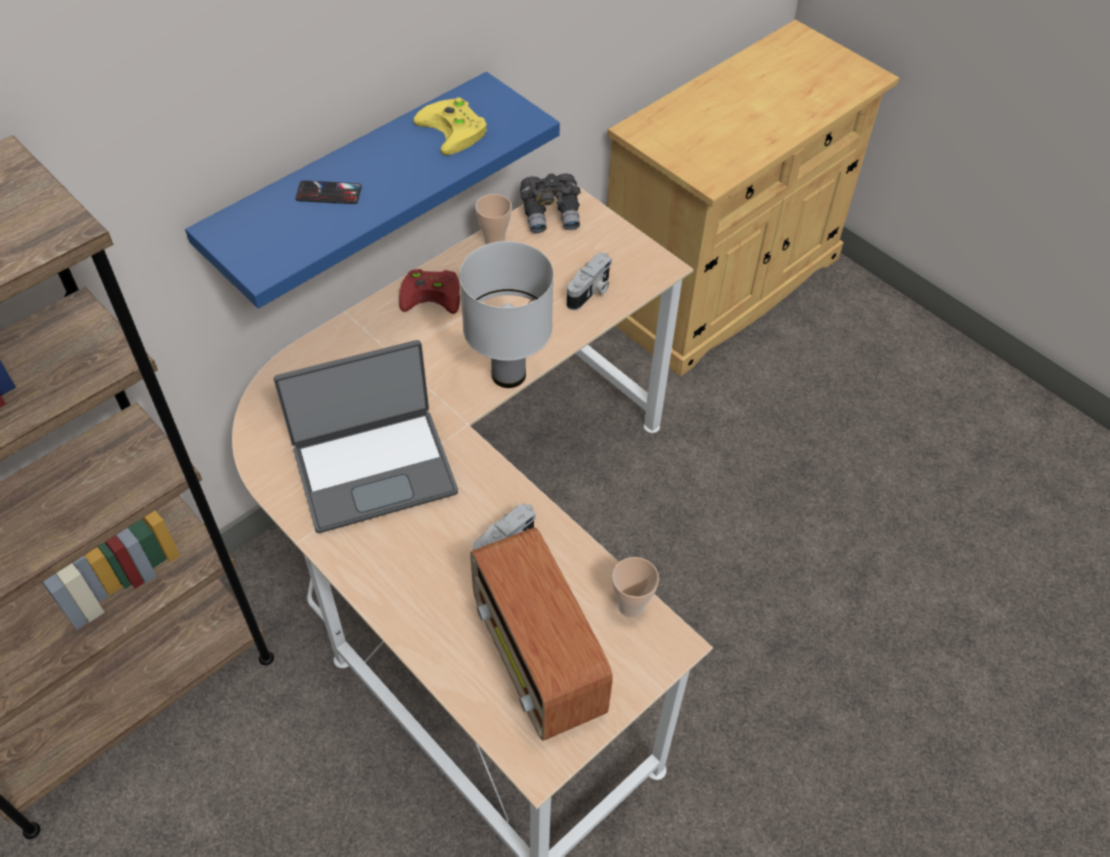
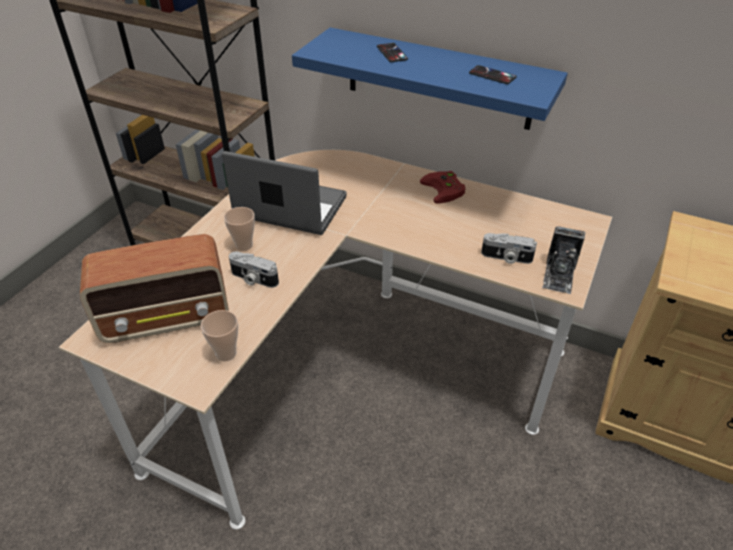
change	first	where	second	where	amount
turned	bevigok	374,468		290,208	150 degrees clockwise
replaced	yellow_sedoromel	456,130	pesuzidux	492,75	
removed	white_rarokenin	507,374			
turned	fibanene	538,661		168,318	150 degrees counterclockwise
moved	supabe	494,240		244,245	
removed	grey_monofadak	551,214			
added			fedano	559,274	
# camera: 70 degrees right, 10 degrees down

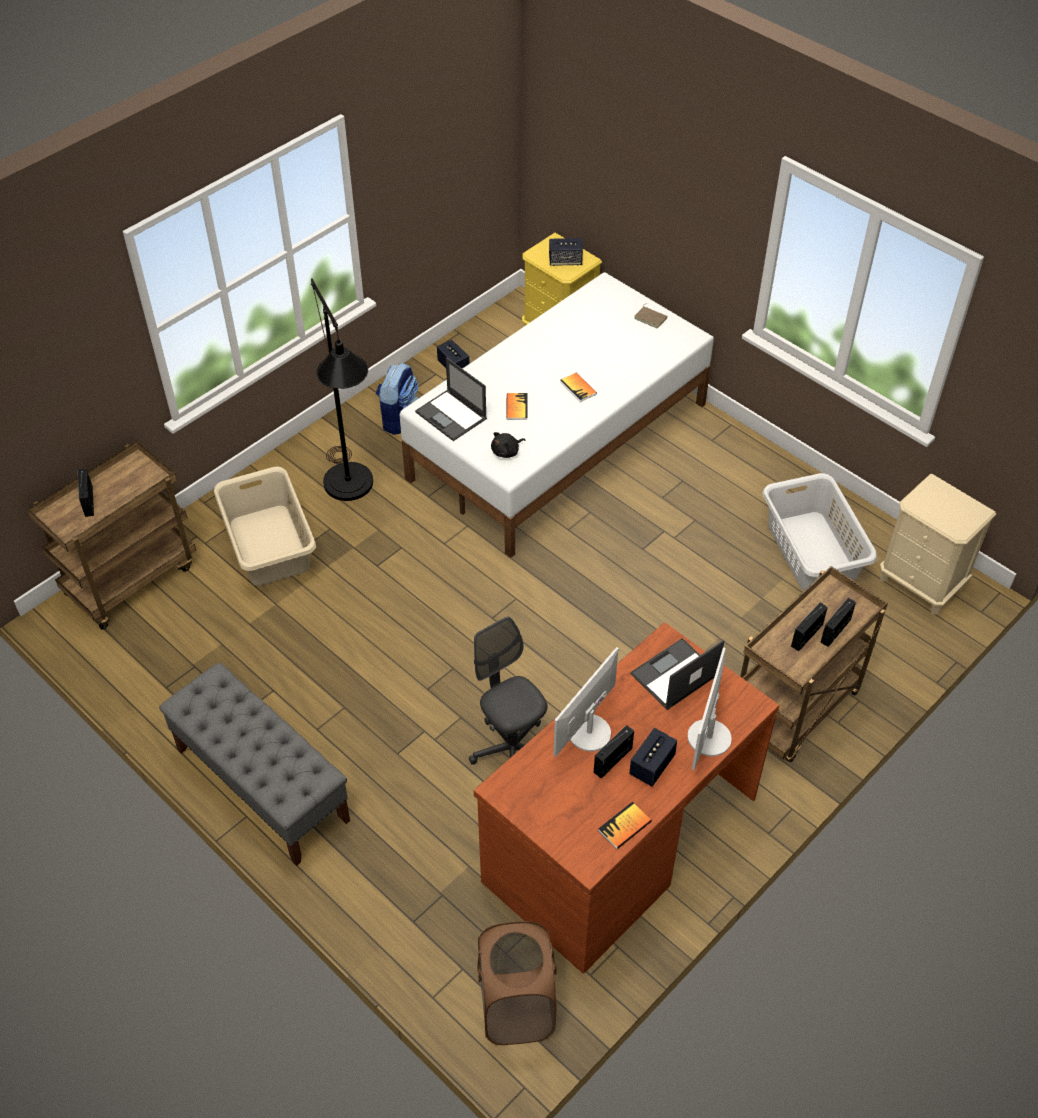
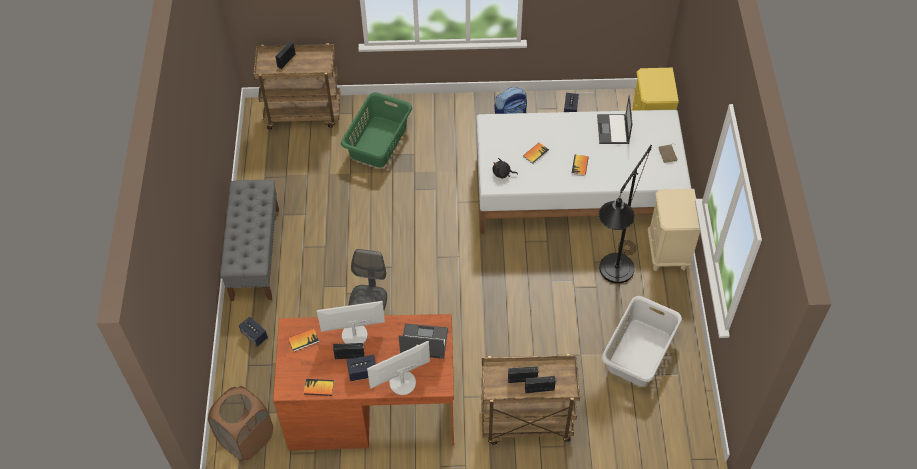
change	first	where	second	where	amount
recoloured	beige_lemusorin	269,545	green_lemusorin	378,142	
moved	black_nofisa	351,493		612,276	
moved	bevigok	452,416		613,130	
moved	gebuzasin	565,261		254,336	
moved	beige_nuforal	921,583		667,252	
added			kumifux	303,340	
# camera: 45 degrees right, 5 degrees up

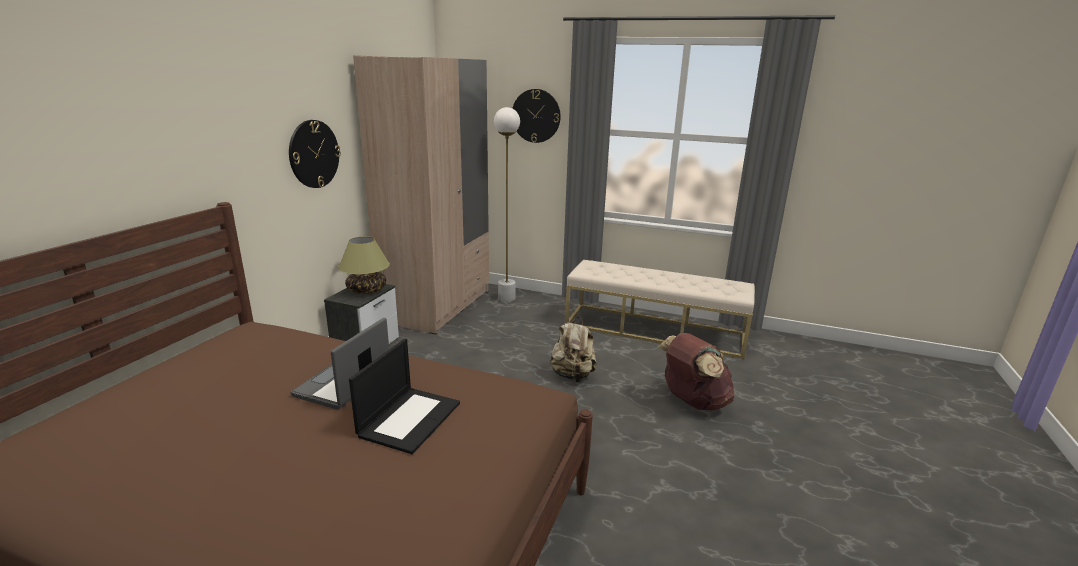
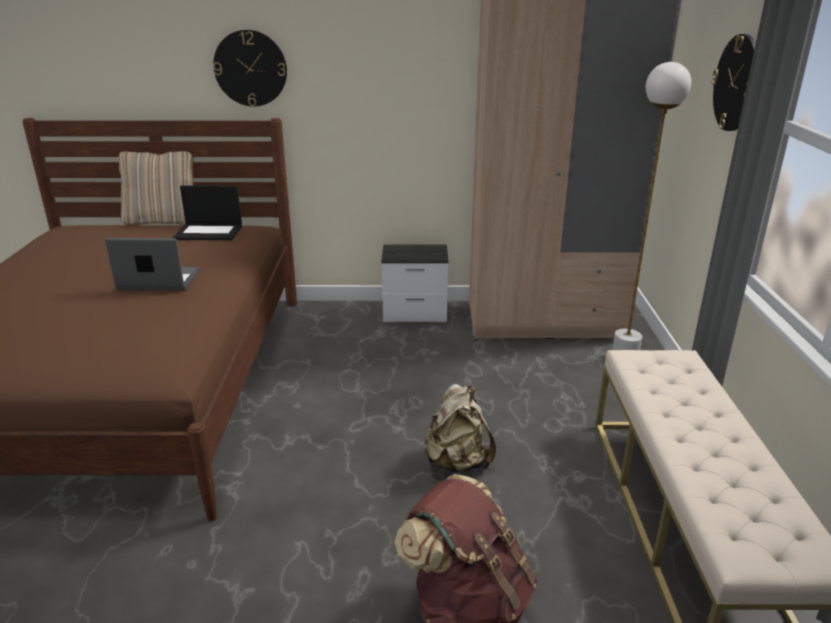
change	first	where	second	where	amount
moved	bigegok	314,154		250,68	
removed	rarokenin	367,290			
moved	bevigok	409,418		209,232	
added			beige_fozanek	163,221	
# camera: 70 degrees right, 5 degrees up

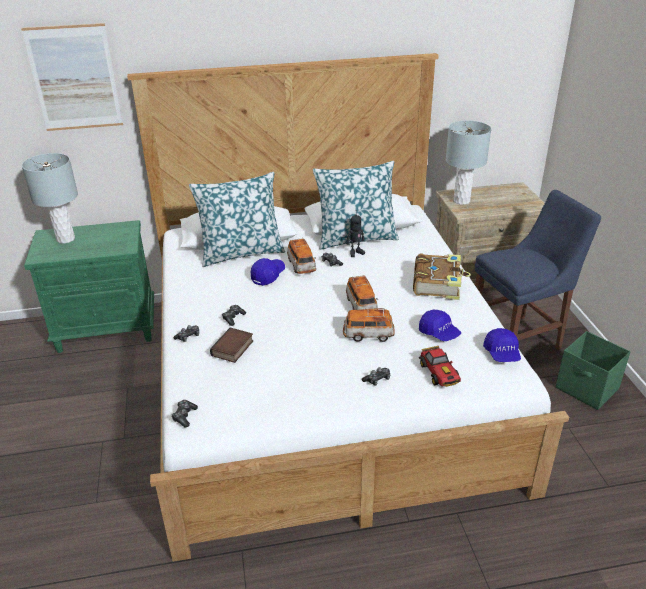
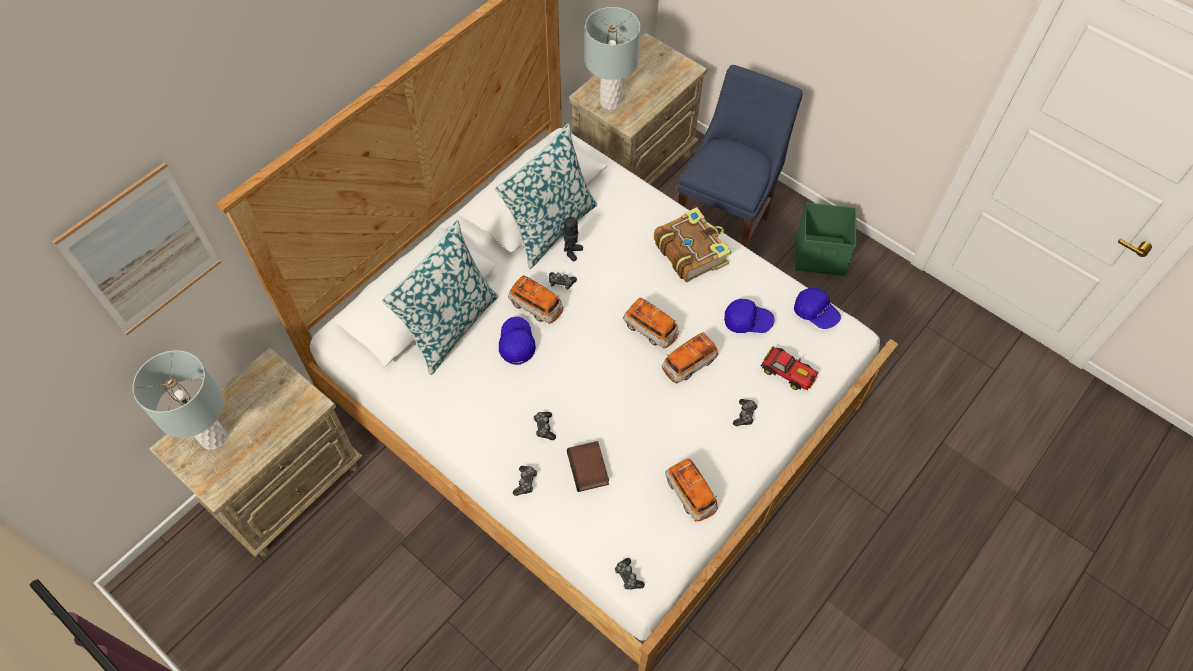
change	first	where	second	where	amount
recoloured	green_nuforal	107,329	beige_nuforal	287,484	
added			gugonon	690,494	
# camera: 40 degrees left, 25 degrees up

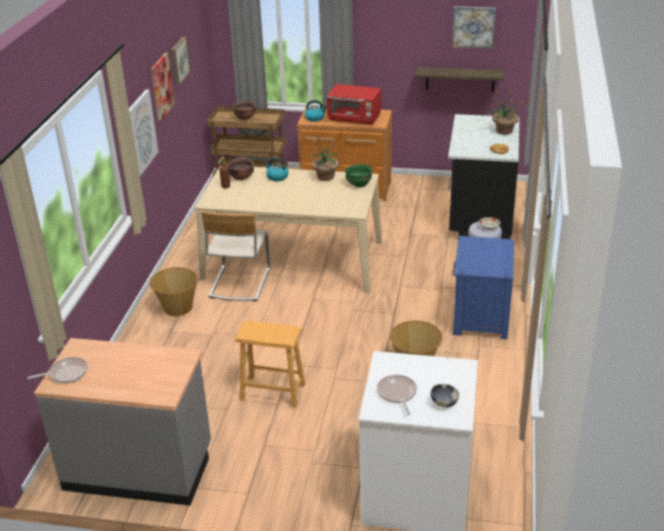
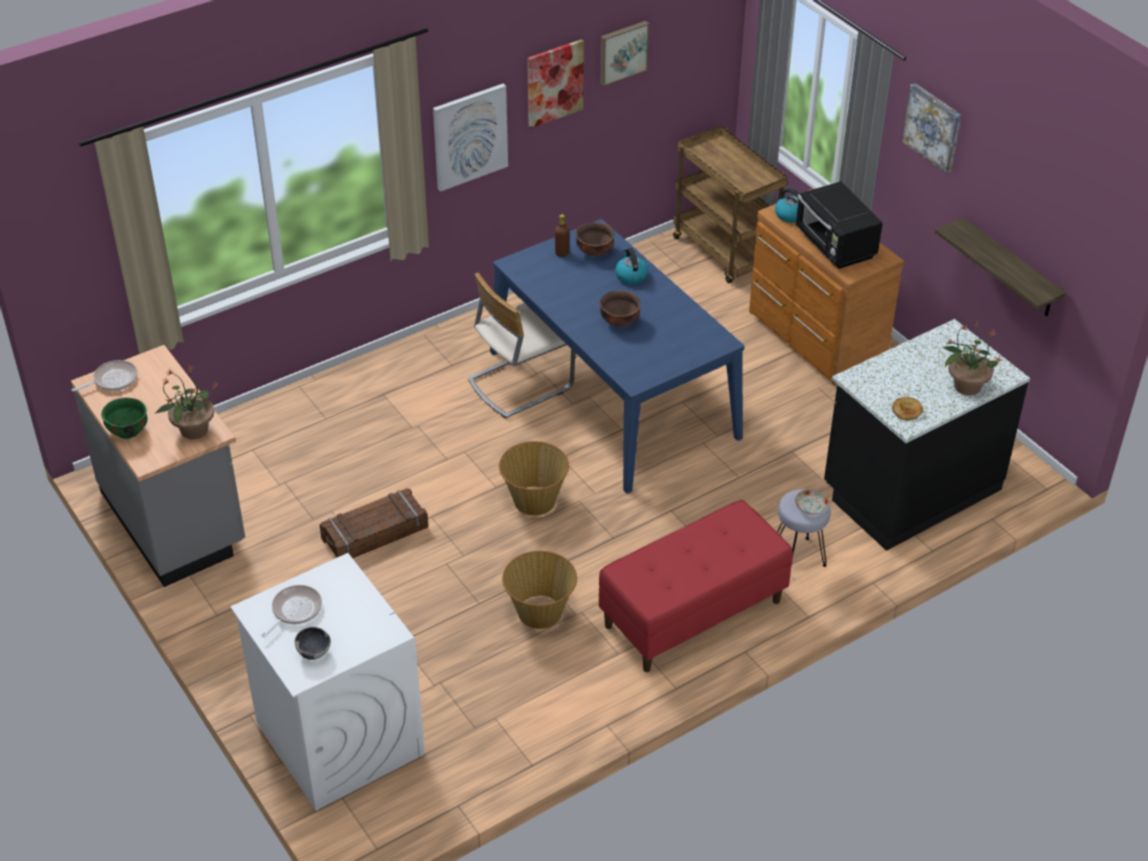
change	first	where	second	where	amount
turned	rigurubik	66,373		113,380	60 degrees counterclockwise
moved	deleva	177,307		534,500	
recoloured	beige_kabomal	293,260	blue_kabomal	613,394	
moved	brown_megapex	245,118		619,321	
replaced	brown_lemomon	272,391	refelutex	374,533	
moved	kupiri	325,177		193,430	
recoloured	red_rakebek	355,119	black_rakebek	835,246	
moved	green_megapex	359,184		127,431	
moved	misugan	473,27		933,127	
replaced	blue_nuforal	480,317	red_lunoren	693,614	
# camera: 45 degrees right, 10 degrees up

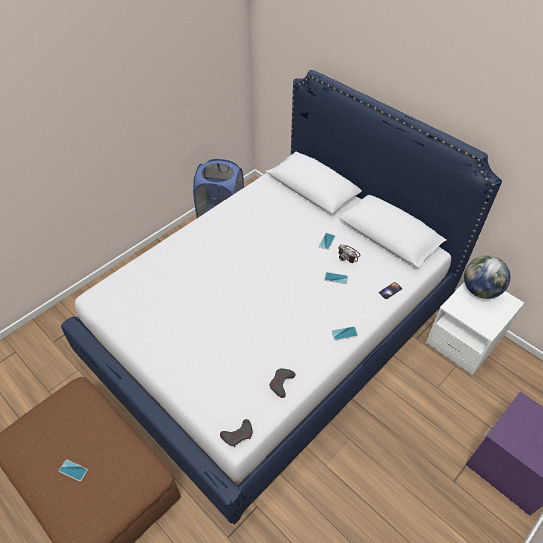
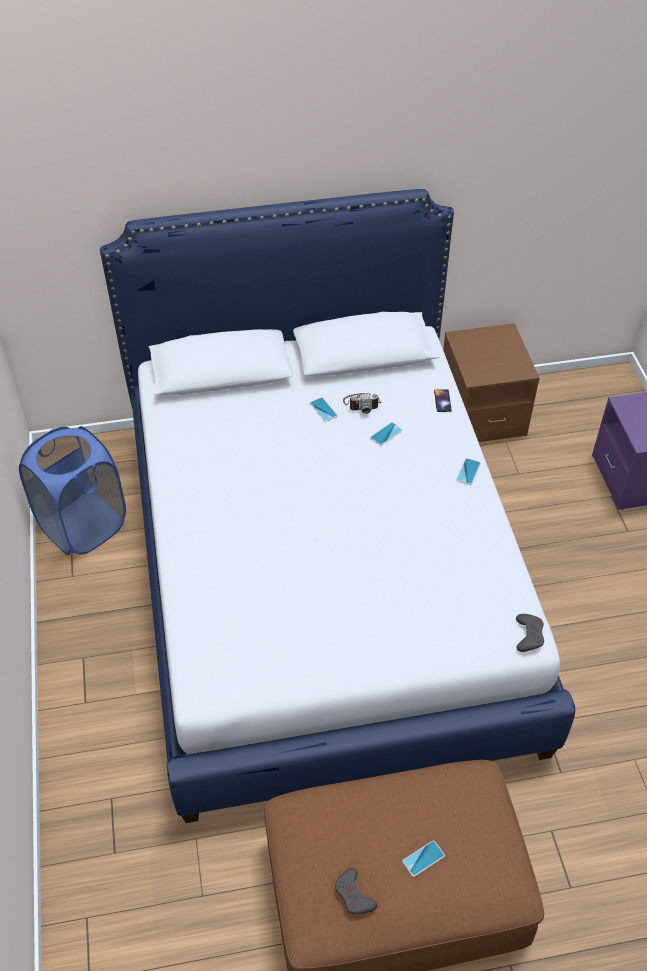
change	first	where	second	where	amount
moved	grey_sedoromel	281,383		354,895	
recoloured	white_nuforal	464,341	brown_nuforal	481,413	
removed	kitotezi	480,290			
# camera: 55 degrees left, 0 degrees up

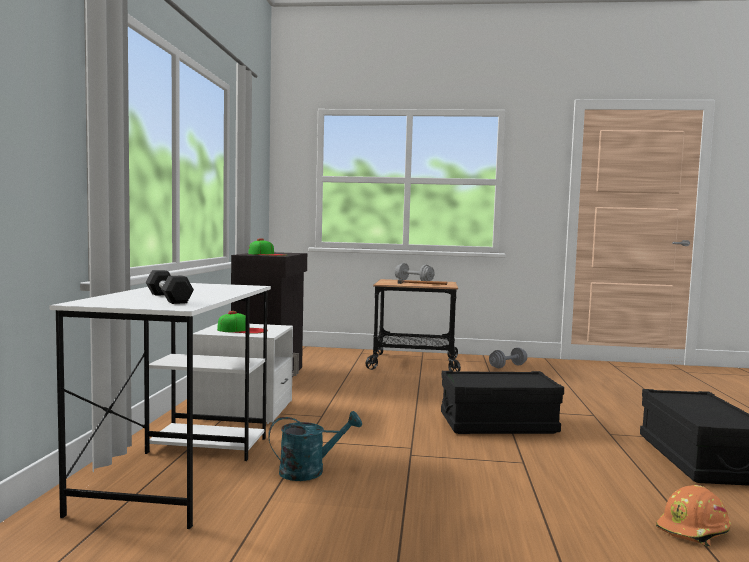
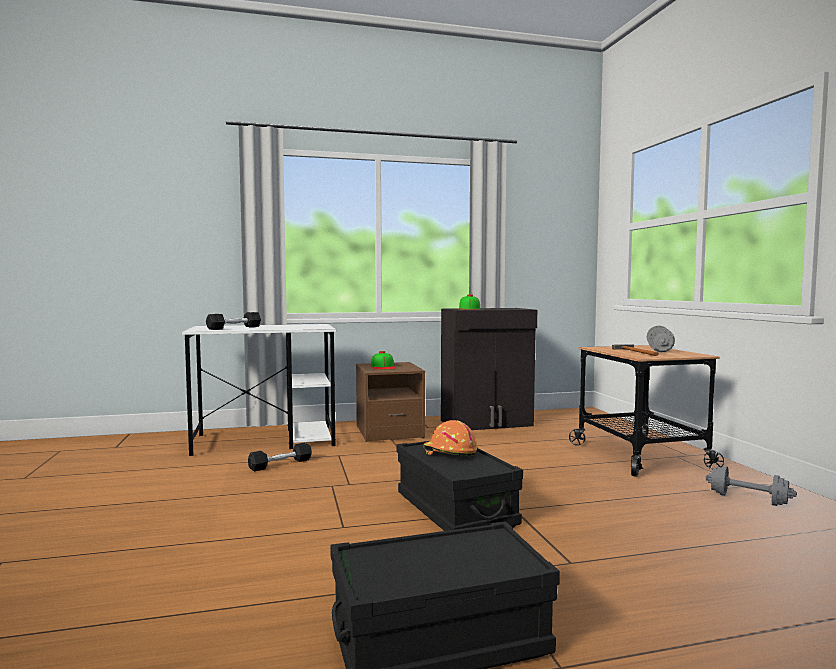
change	first	where	second	where	amount
recoloured	white_nuforal	244,410	brown_nuforal	389,432	
replaced	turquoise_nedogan	310,471	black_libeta	280,464	
moved	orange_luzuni	694,530		449,452	
# camera: 70 degrees right, 0 degrees up

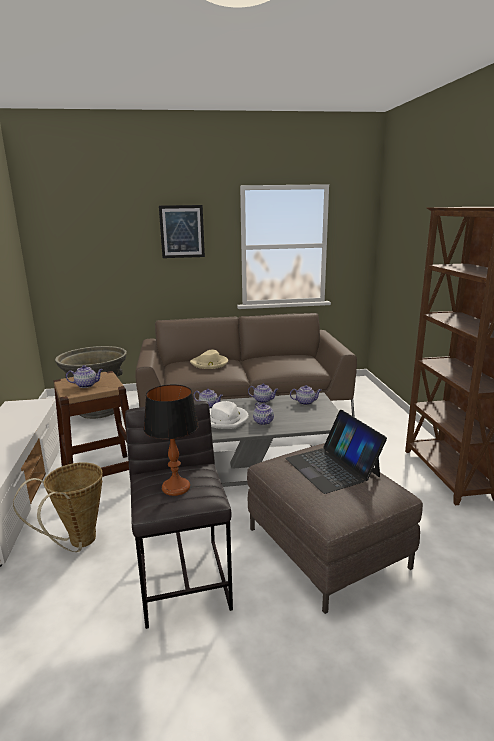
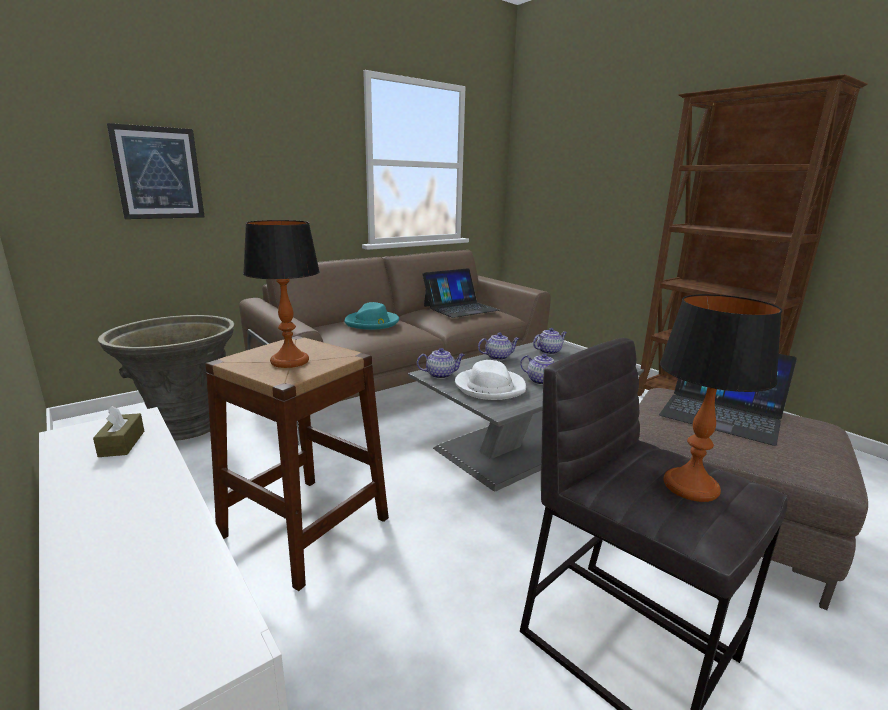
change	first	where	second	where	amount
removed	deleva	77,543			
replaced	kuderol	86,385	rarokenin	290,361	
moved	misugan	182,231		158,173	
recoloured	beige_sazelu	209,363	turquoise_sazelu	372,322	
added			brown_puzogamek	122,443	
added			bevigok	460,308	
# camera: 30 degrees left, 0 degrees up

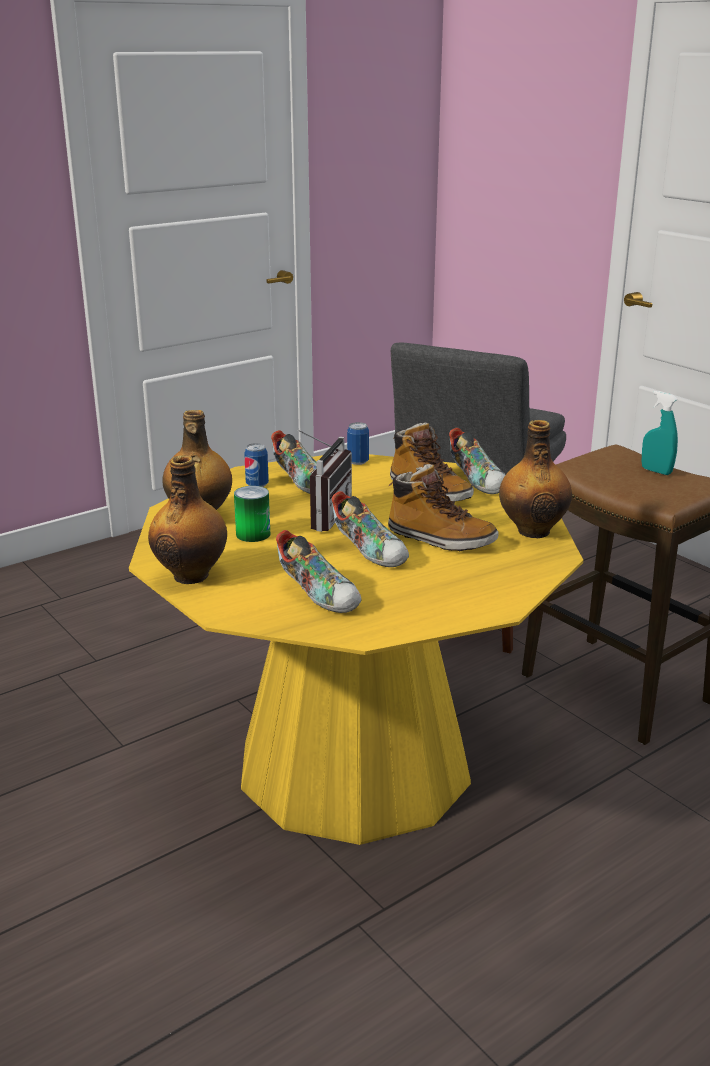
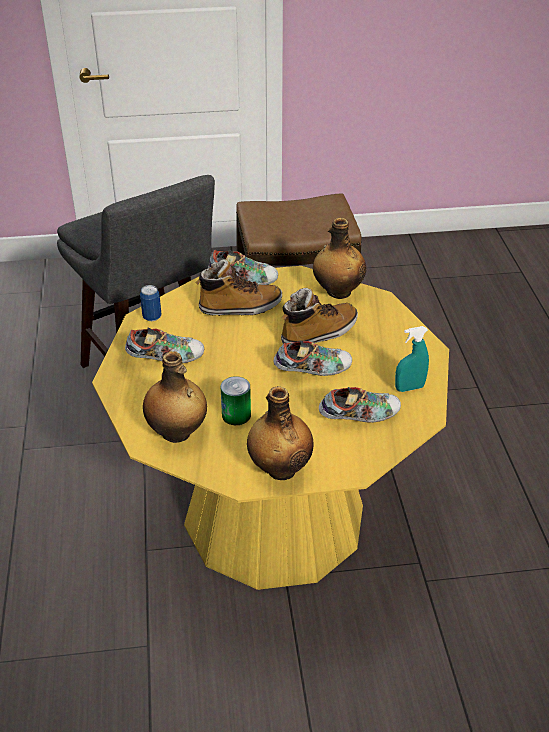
change	first	where	second	where	amount
removed	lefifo	257,485			
removed	fibanene	322,515			
moved	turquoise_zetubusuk	656,471		409,388	
# camera: 60 degrees left, 15 degrees up

